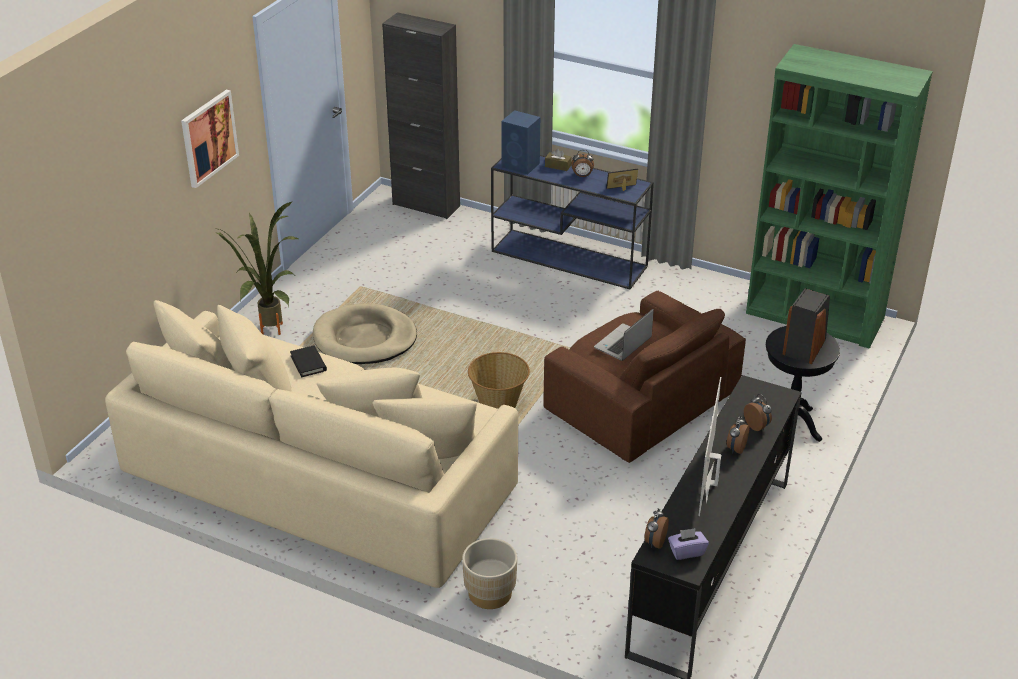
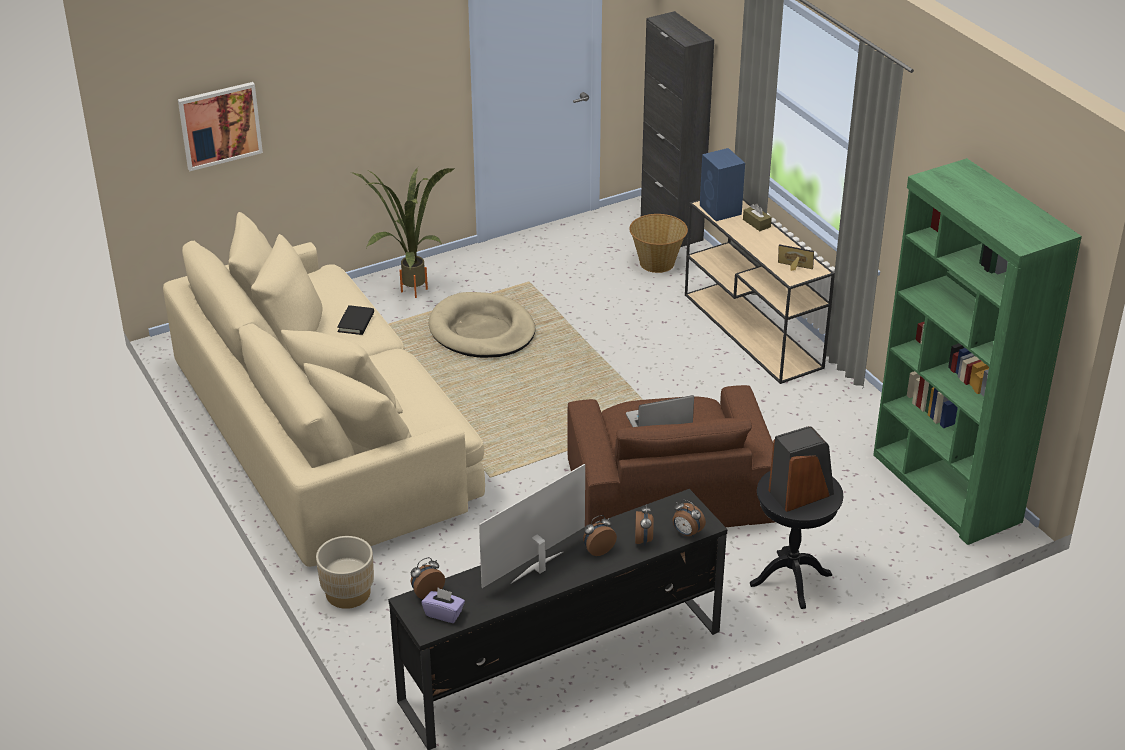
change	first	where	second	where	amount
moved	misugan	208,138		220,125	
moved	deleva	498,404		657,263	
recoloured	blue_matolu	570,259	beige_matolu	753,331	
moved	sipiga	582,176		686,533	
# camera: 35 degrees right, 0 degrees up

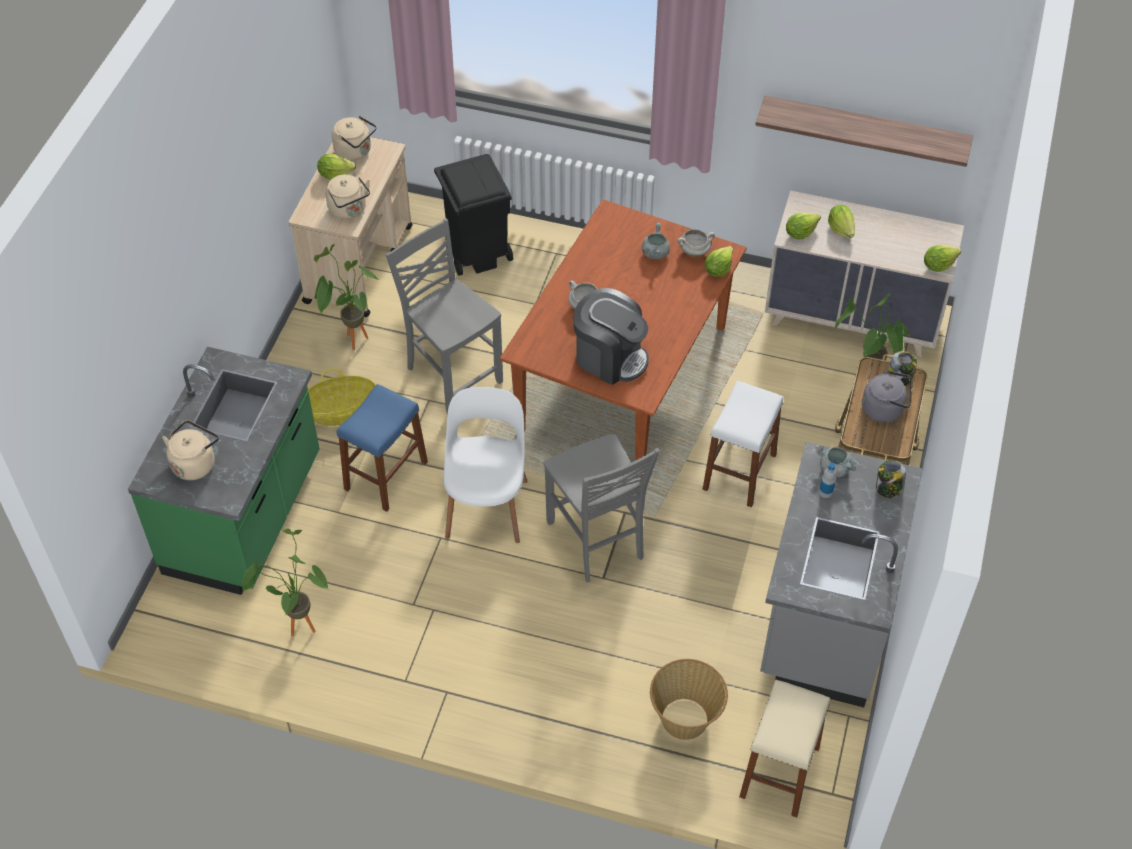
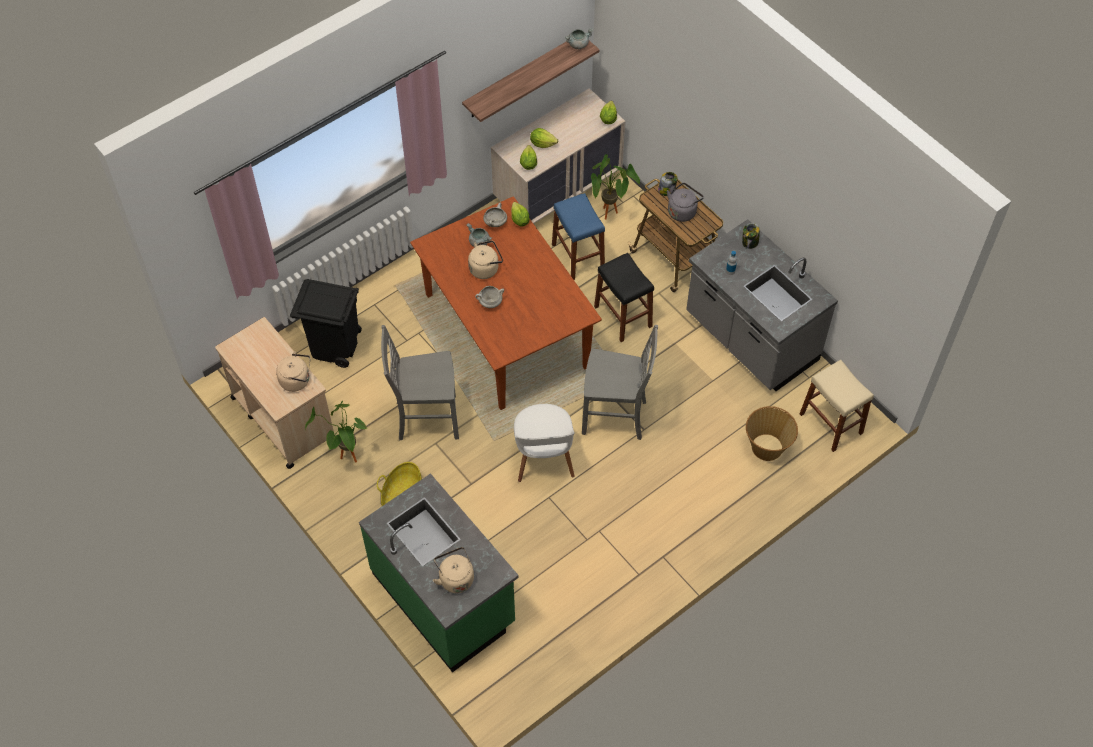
change	first	where	second	where	amount
removed	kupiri	297,625			
removed	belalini	335,174			
moved	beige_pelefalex	355,152		485,268	
moved	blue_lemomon	386,475		578,256	
turned	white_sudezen	487,504		543,458	135 degrees counterclockwise
removed	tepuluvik	610,357			
recoloured	white_lemomon	739,472	black_lemomon	623,316	
moved	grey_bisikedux	834,468		578,44	
# camera: 55 degrees left, 5 degrees up

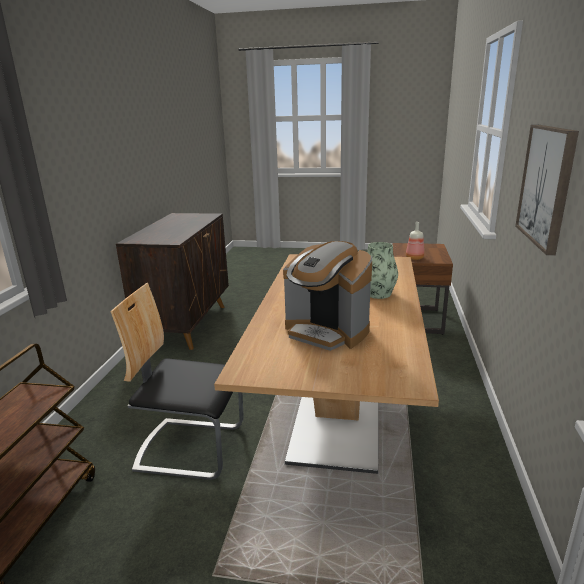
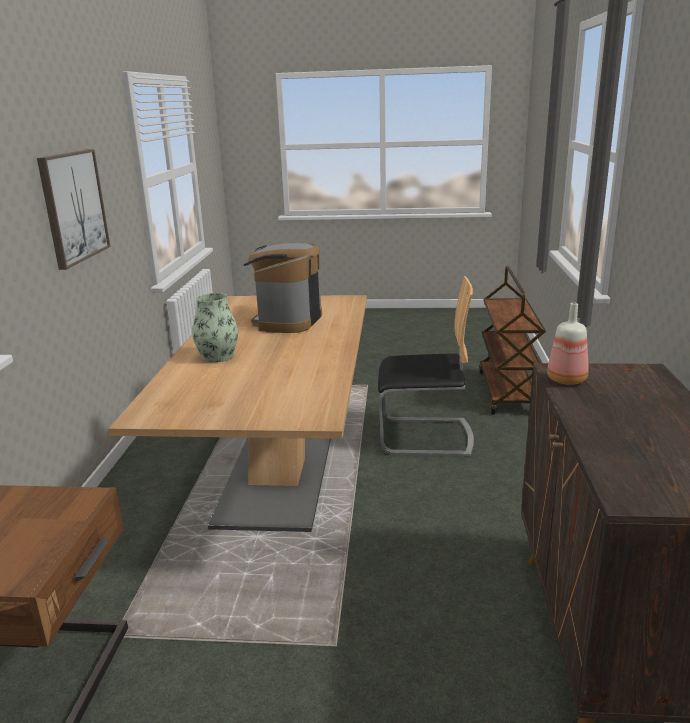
change	first	where	second	where	amount
turned	tepuluvik	327,332		287,321	105 degrees counterclockwise
moved	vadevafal	414,258		566,379	
# camera: 175 degrees right, 0 degrees up

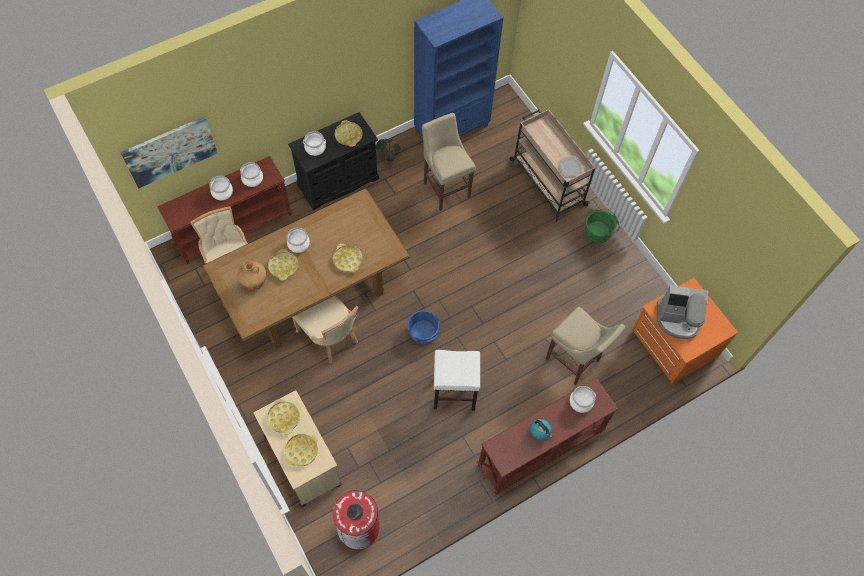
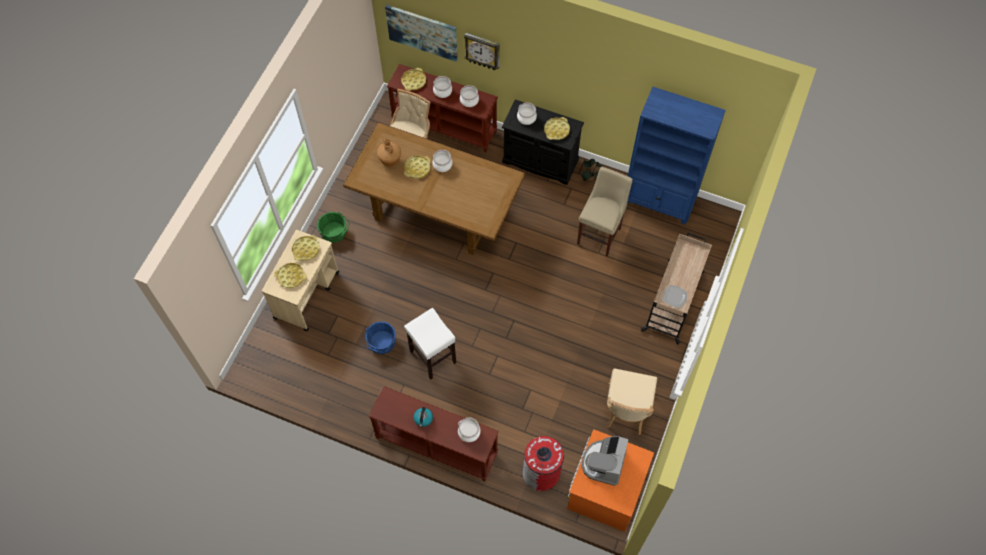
change	first	where	second	where	amount
moved	beige_sudezen	330,337		626,411	
moved	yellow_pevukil	347,260		413,81	
moved	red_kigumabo	358,527		541,472	
moved	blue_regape	424,333		381,343	
removed	beige_lemomon	574,362			
moved	green_regape	599,231		335,232	
turned	tepuluvik	678,319		603,463	45 degrees clockwise
added			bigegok	483,51	
# camera: 55 degrees right, 0 degrees up

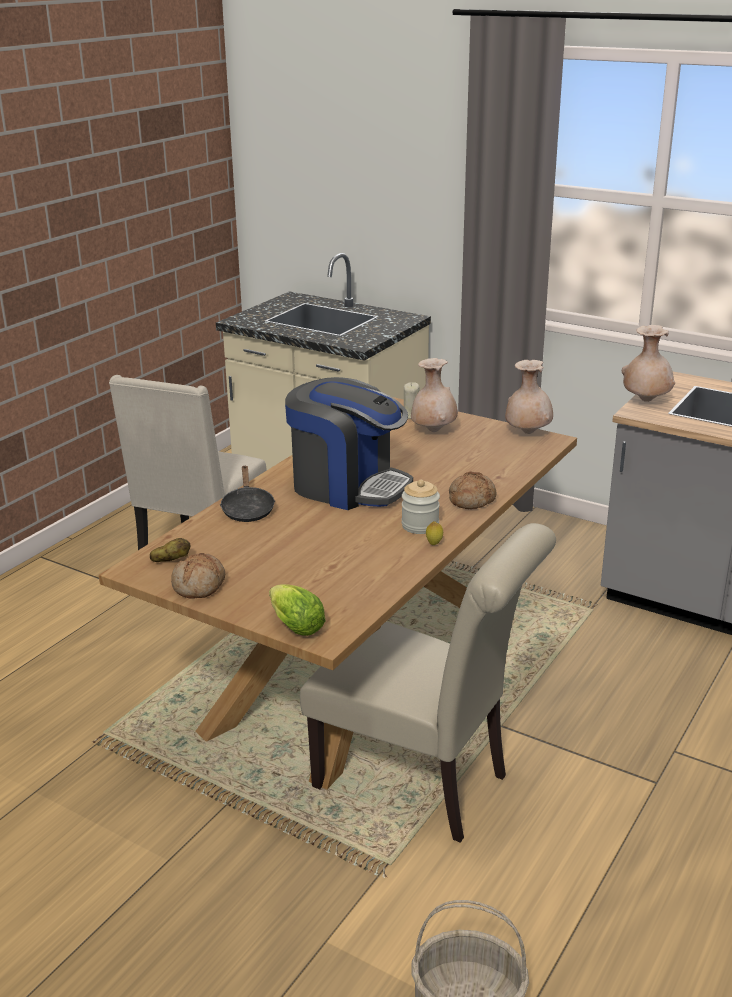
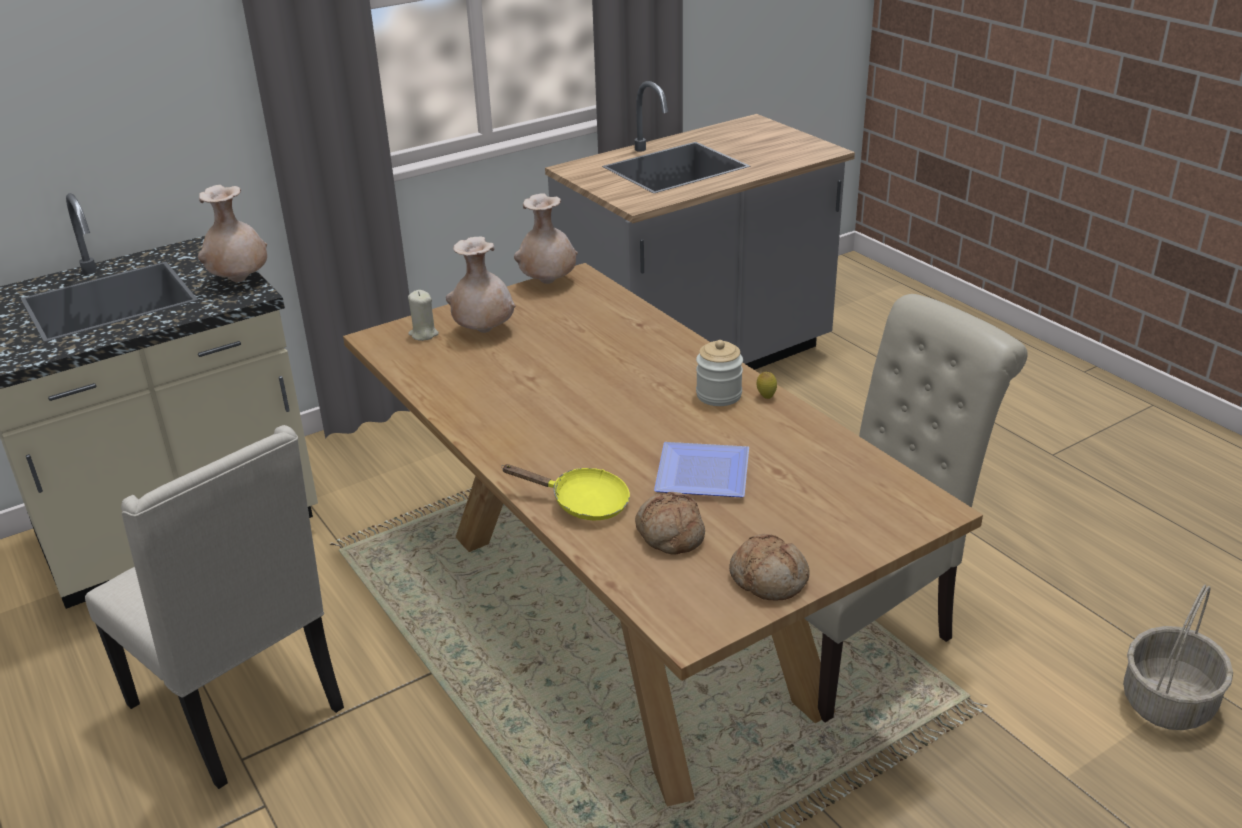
change	first	where	second	where	amount
removed	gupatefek	171,560			
recoloured	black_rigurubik	247,509	yellow_rigurubik	582,503	
removed	belalini	294,625			
removed	tepuluvik	348,486			
moved	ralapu	471,499		669,534	
moved	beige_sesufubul	646,400		239,280	
added			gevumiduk	705,476	
# camera: 65 degrees left, 5 degrees up

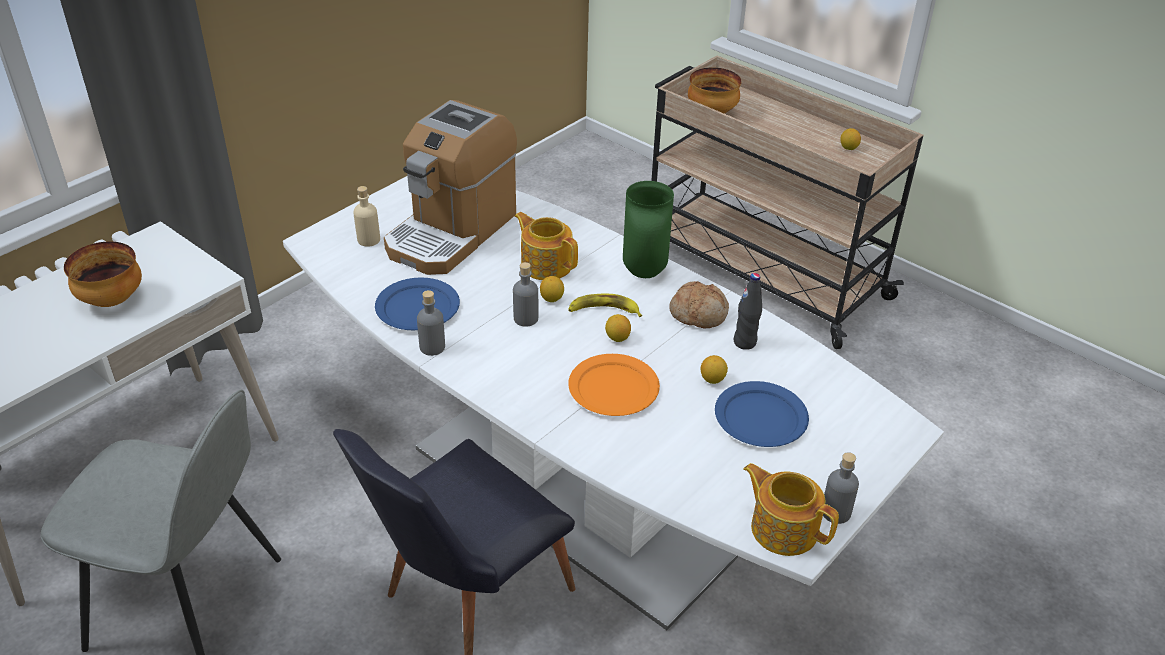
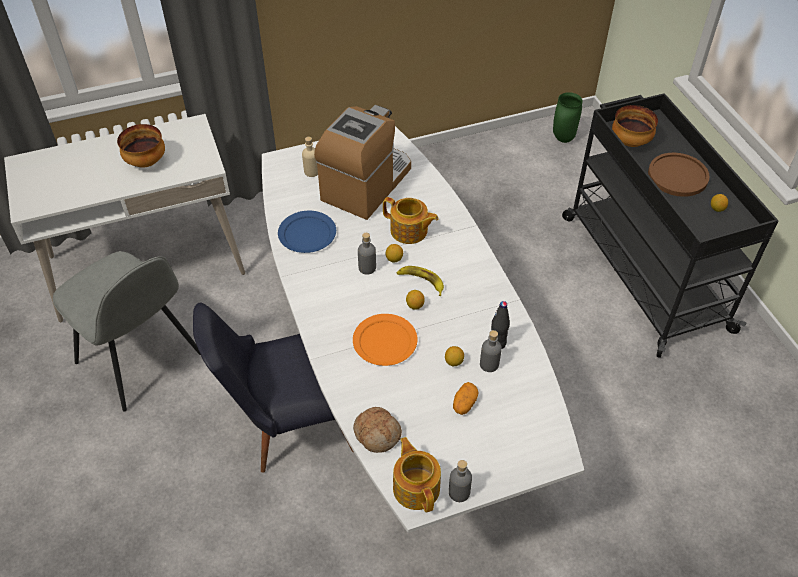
change	first	where	second	where	amount
turned	tepuluvik	451,232		366,184	150 degrees clockwise
moved	grey_vadevafal	432,347		489,364	
turned	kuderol	546,264		409,231	135 degrees clockwise
moved	green_sesufubul	643,272		562,138	
recoloured	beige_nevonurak	758,271	black_nevonurak	643,270	
moved	ralapu	699,313		378,433	
replaced	blue_gevumiduk	761,417	gupatefek	464,403	
added			brown_gevumiduk	677,176	
# camera: 30 degrees right, 10 degrees up

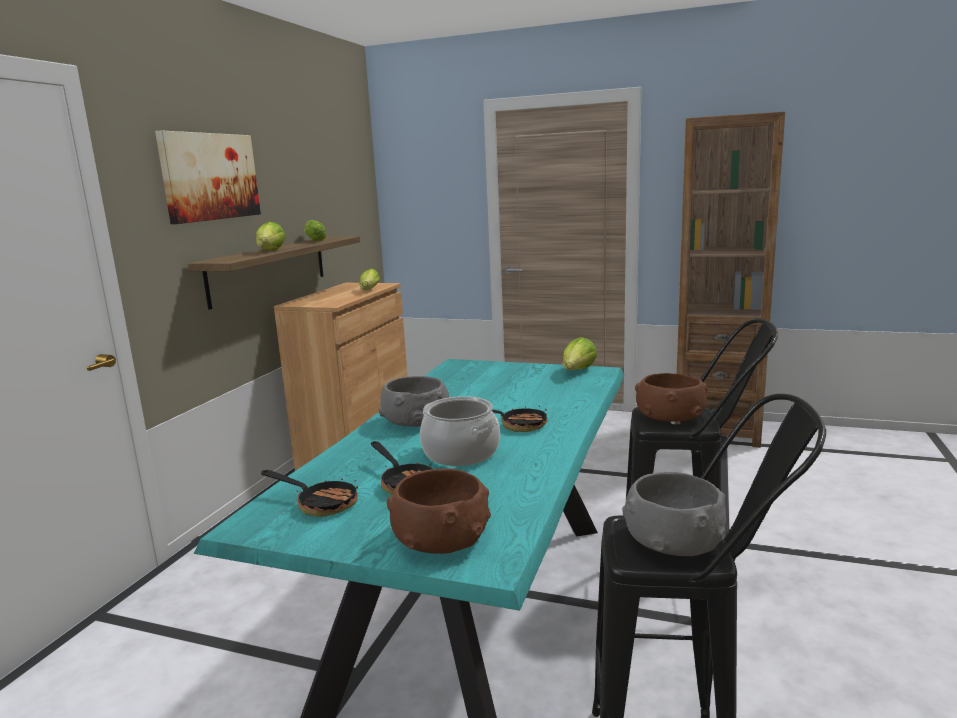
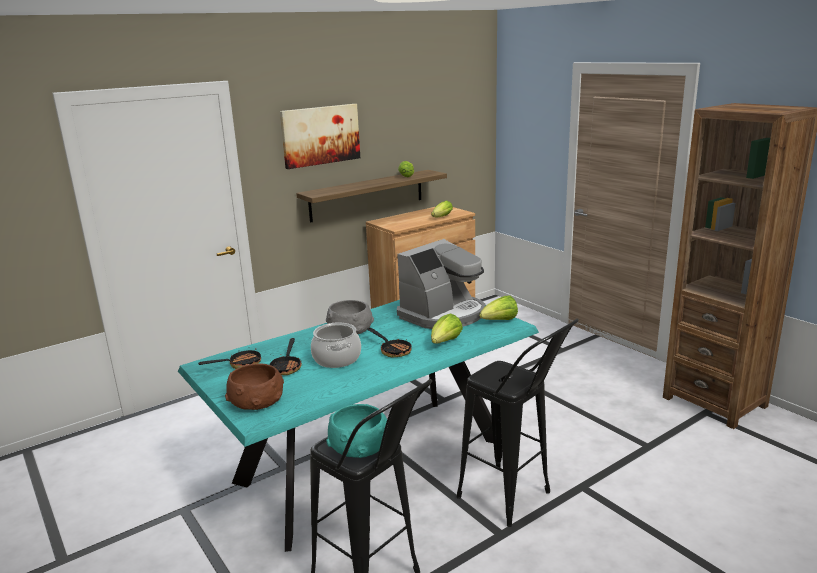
change	first	where	second	where	amount
moved	belalini	271,251		445,342	
turned	rigurubik	320,503		240,365	90 degrees counterclockwise
recoloured	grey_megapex	672,540	turquoise_megapex	359,446	
removed	brown_megapex	669,416			
added			tepuluvik	443,314	
# camera: 35 degrees right, 5 degrees up

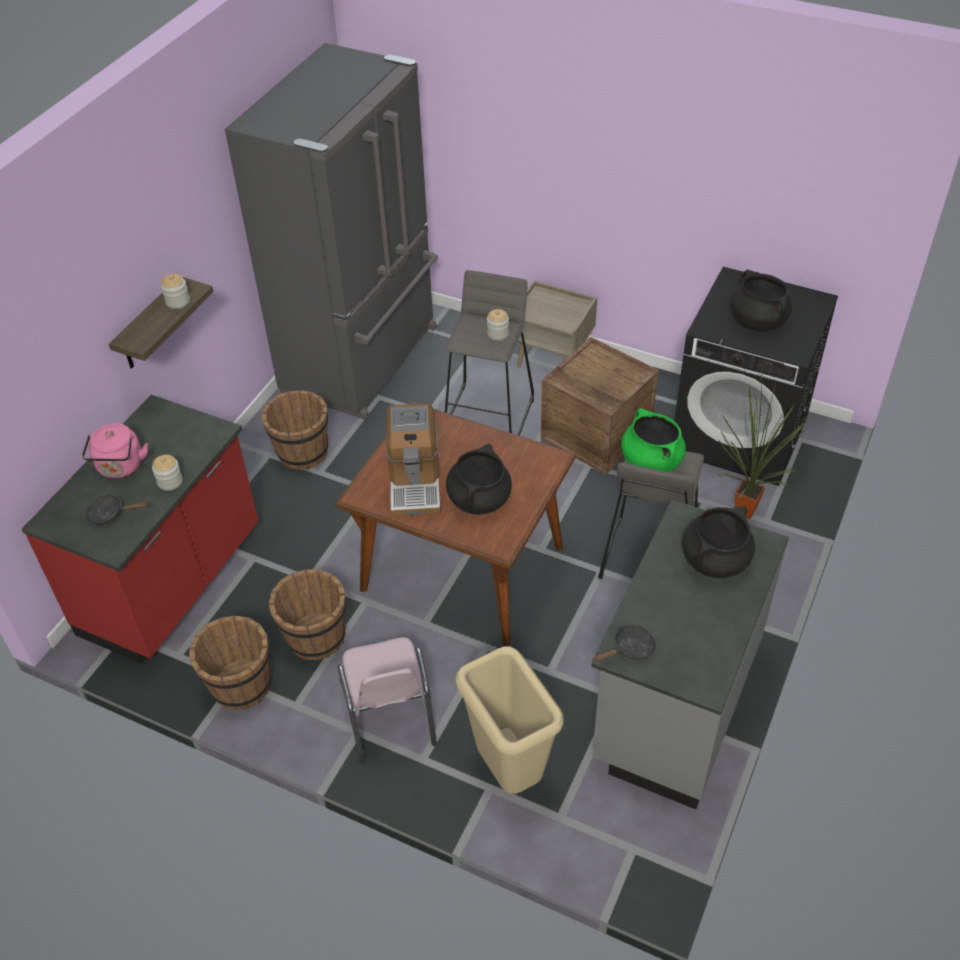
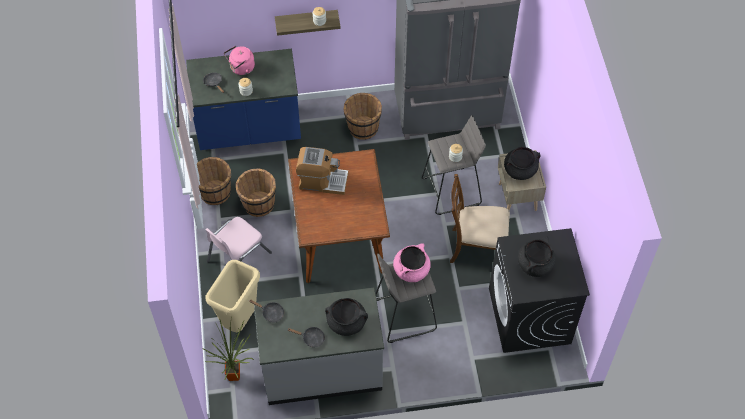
change	first	where	second	where	amount
recoloured	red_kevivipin	173,583	blue_kevivipin	249,131	
turned	tepuluvik	415,482		322,181	135 degrees counterclockwise
moved	black_bisikedux	479,499		520,170	
replaced	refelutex	596,434	brown_sudezen	476,247	
recoloured	green_bisikedux	650,461	pink_bisikedux	411,270	
moved	kupiri	747,509		236,376	
added			black_rigurubik	311,338	
# camera: 55 degrees right, 10 degrees up

